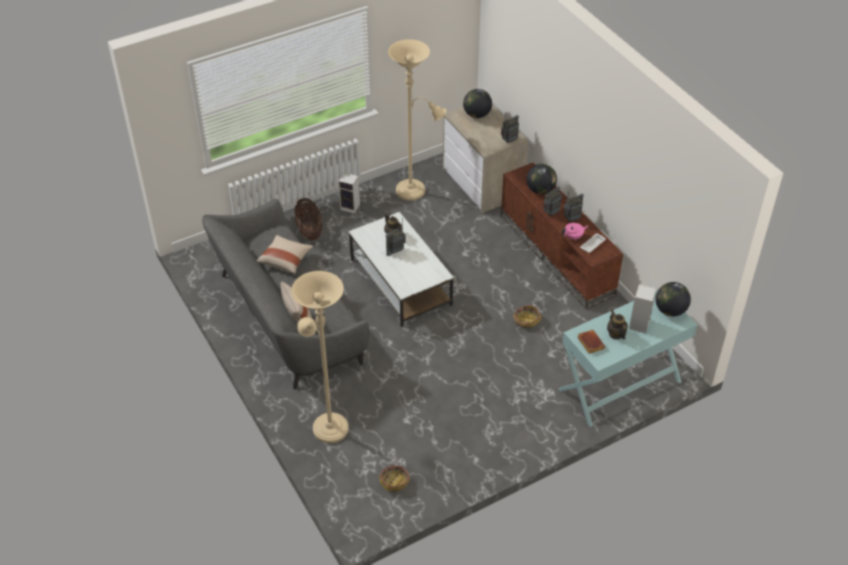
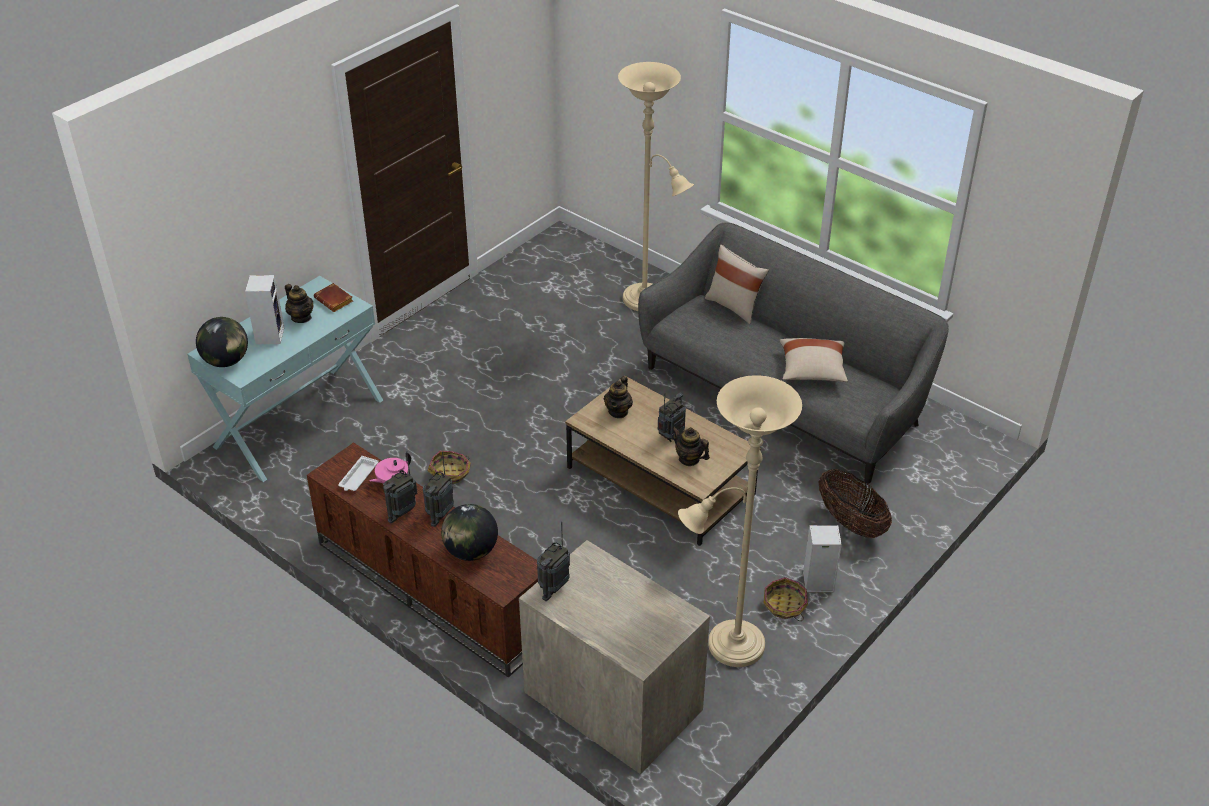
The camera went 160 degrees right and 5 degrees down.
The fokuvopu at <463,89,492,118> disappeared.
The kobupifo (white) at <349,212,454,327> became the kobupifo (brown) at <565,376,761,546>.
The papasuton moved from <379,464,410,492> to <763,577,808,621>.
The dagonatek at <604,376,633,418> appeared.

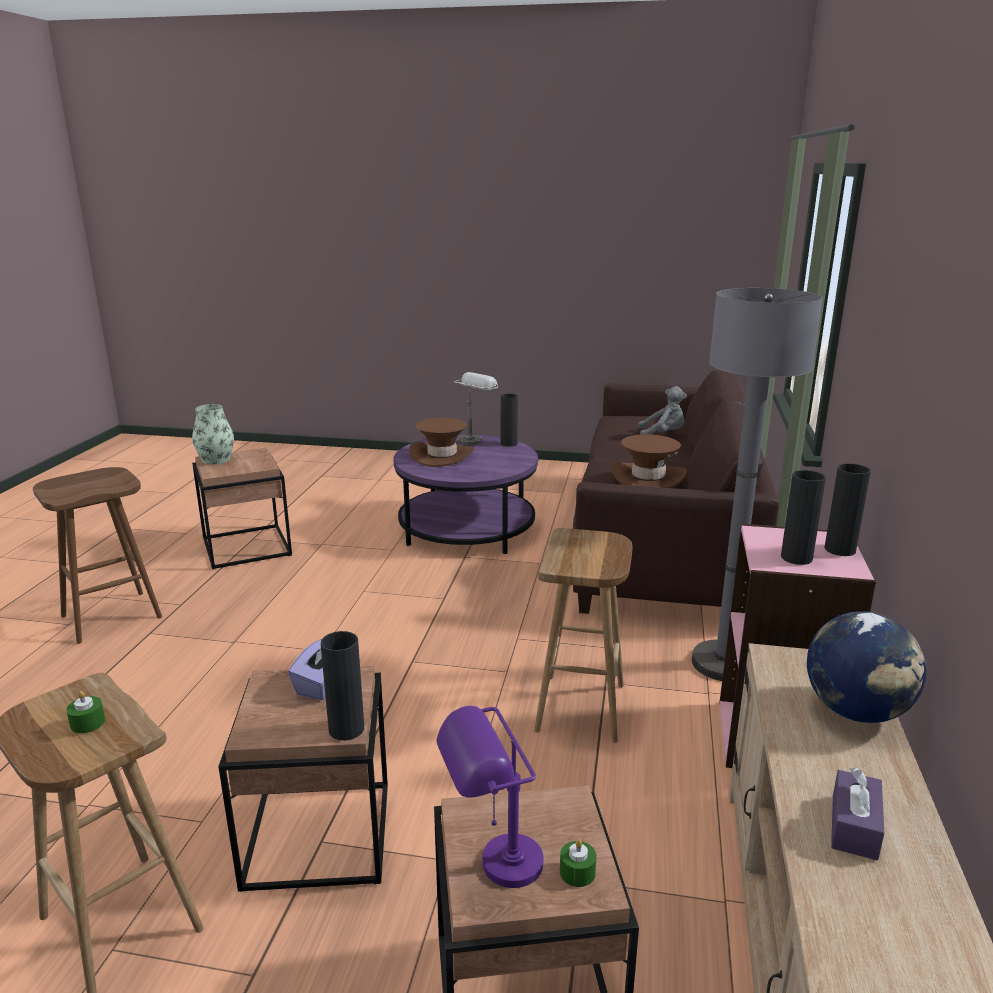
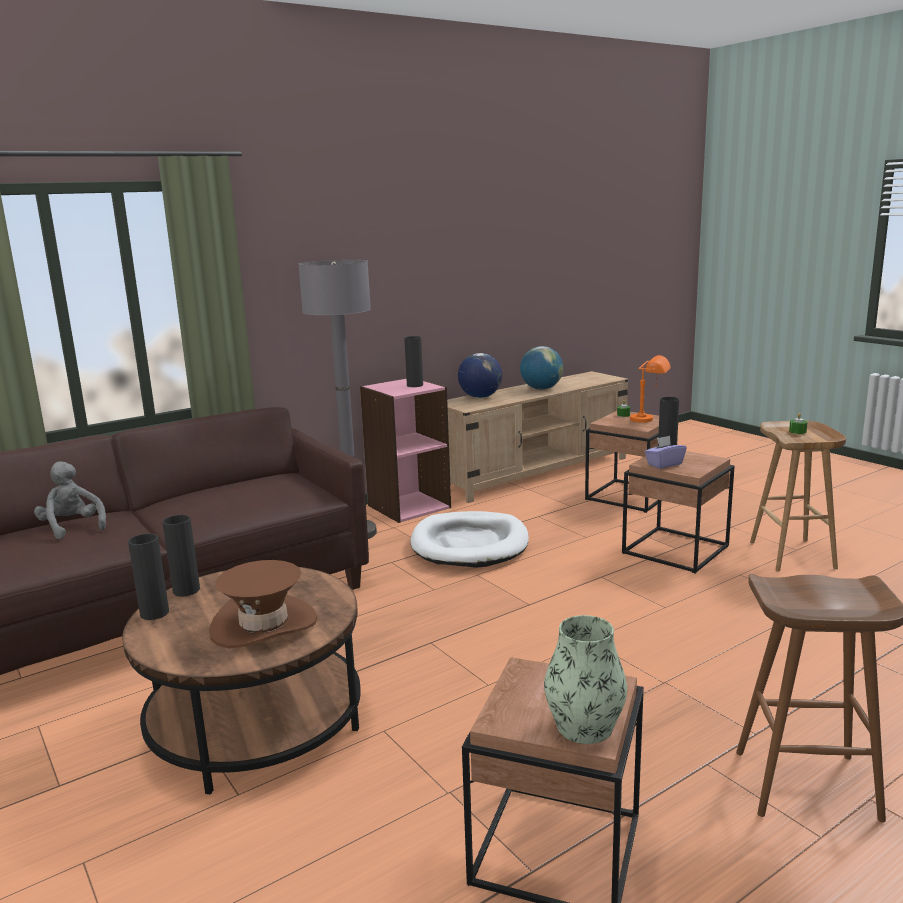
The camera went 135 degrees left and 5 degrees down.
The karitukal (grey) at <454,372,498,445> disappeared.
The kobupifo (purple) at <393,434,538,554> became the kobupifo (brown) at <122,567,361,794>.
The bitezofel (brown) at <611,434,687,488> disappeared.
The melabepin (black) moved from <824,463,871,556> to <162,515,200,596>.
The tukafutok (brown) at <534,528,632,743> was replaced by the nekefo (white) at <411,511,529,568>.
The karitukal (purple) at <436,706,543,888> became the karitukal (orange) at <630,355,671,423>.
The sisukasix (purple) at <831,768,884,860> was replaced by the fokuvopu at <520,346,563,390>.

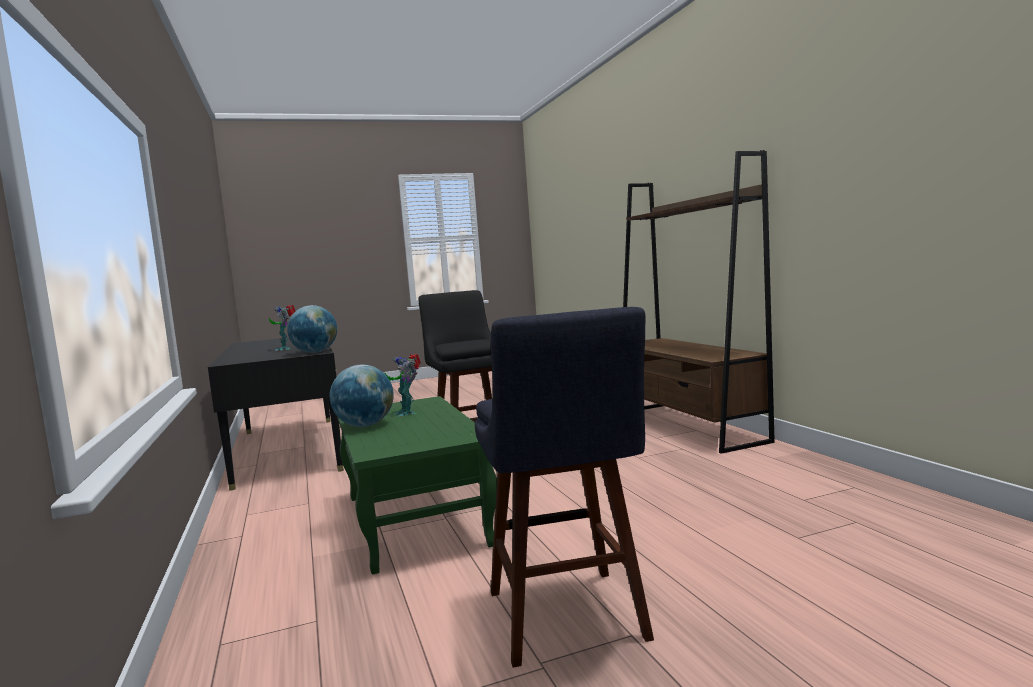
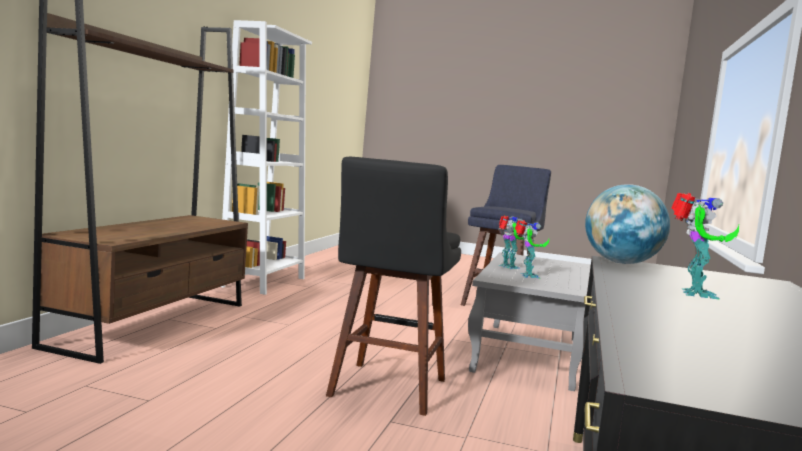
The camera went 145 degrees left and 0 degrees up.
The fokuvopu at <330,365,394,427> disappeared.
The kobupifo (green) at <337,396,497,574> became the kobupifo (grey) at <468,252,591,391>.
The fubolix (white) at <221,20,312,295> appeared.
The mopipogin at <498,215,524,269> appeared.

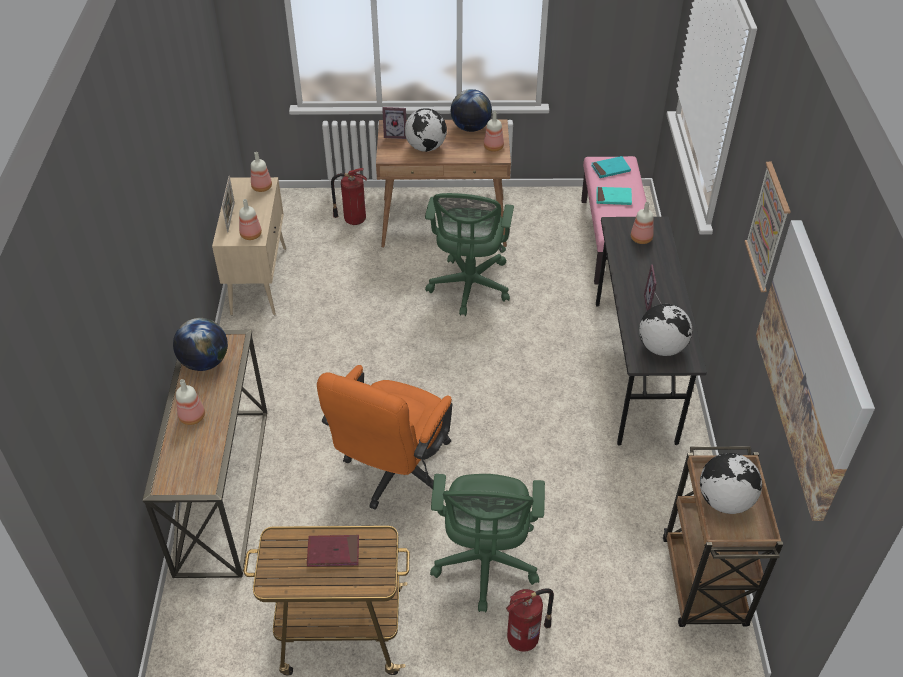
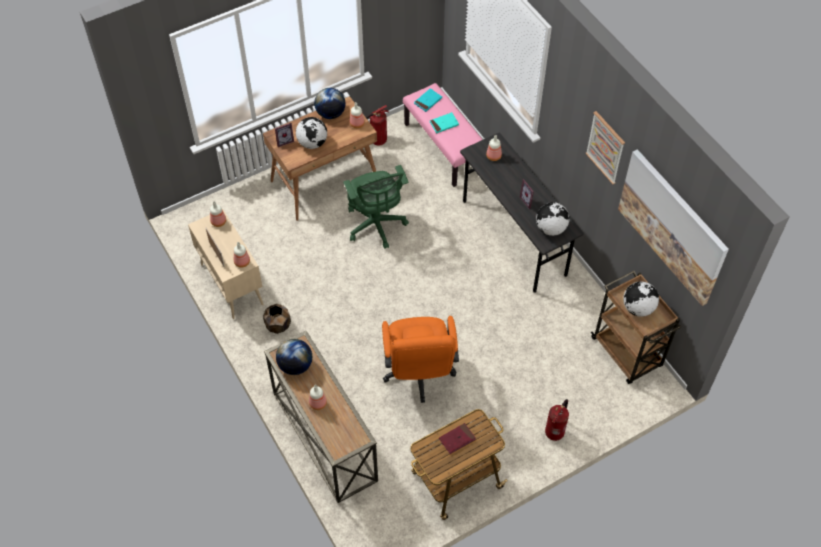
The camera went 30 degrees left and 10 degrees up.
The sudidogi moved from <331,168,367,225> to <366,105,389,146>.
The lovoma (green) at <430,474,545,612> disappeared.
The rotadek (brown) at <263,304,291,334> appeared.

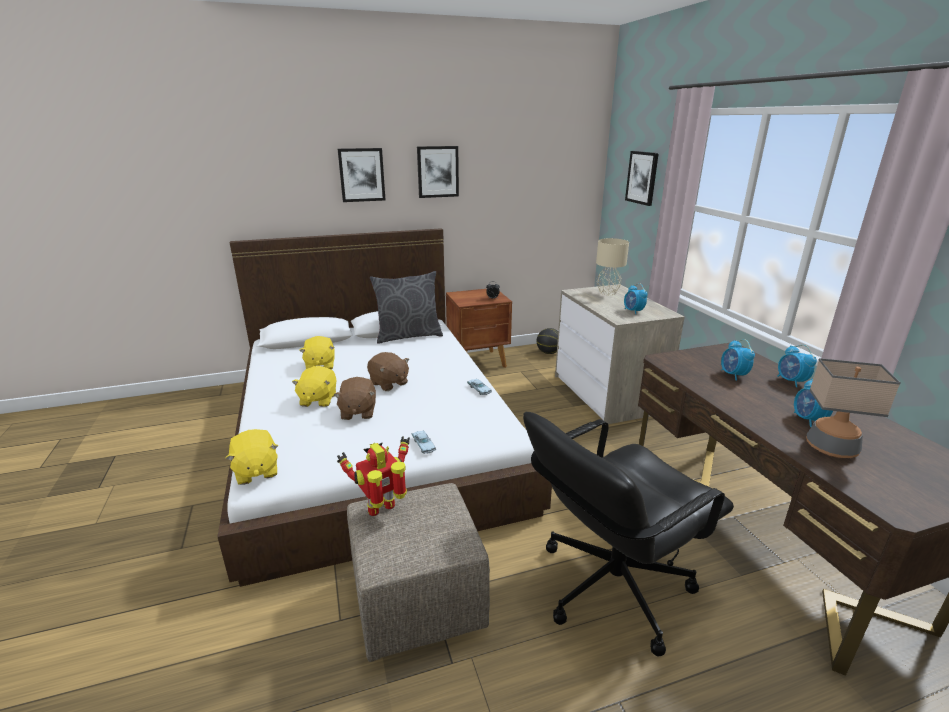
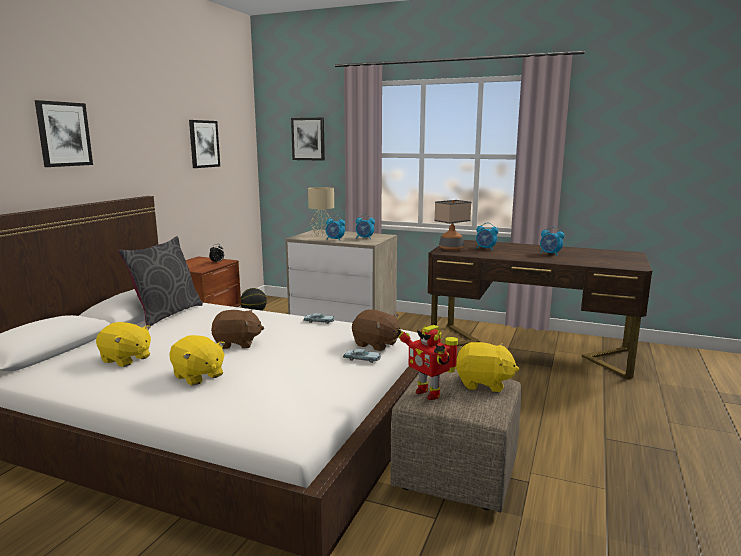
The camera went 50 degrees left and 10 degrees down.
The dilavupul moved from <417,146,459,198> to <189,120,220,168>.
The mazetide moved from <777,345,817,387> to <326,215,345,241>.
The karitukal moved from <806,358,901,458> to <434,200,471,251>.
The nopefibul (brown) moved from <334,377,376,420> to <352,309,400,351>.
The lovoma (black) at <523,412,734,656> disappeared.
The nopefibul (yellow) moved from <225,429,278,485> to <456,342,519,392>.
The mopipogin at <337,436,410,516> turned 45 degrees counterclockwise.

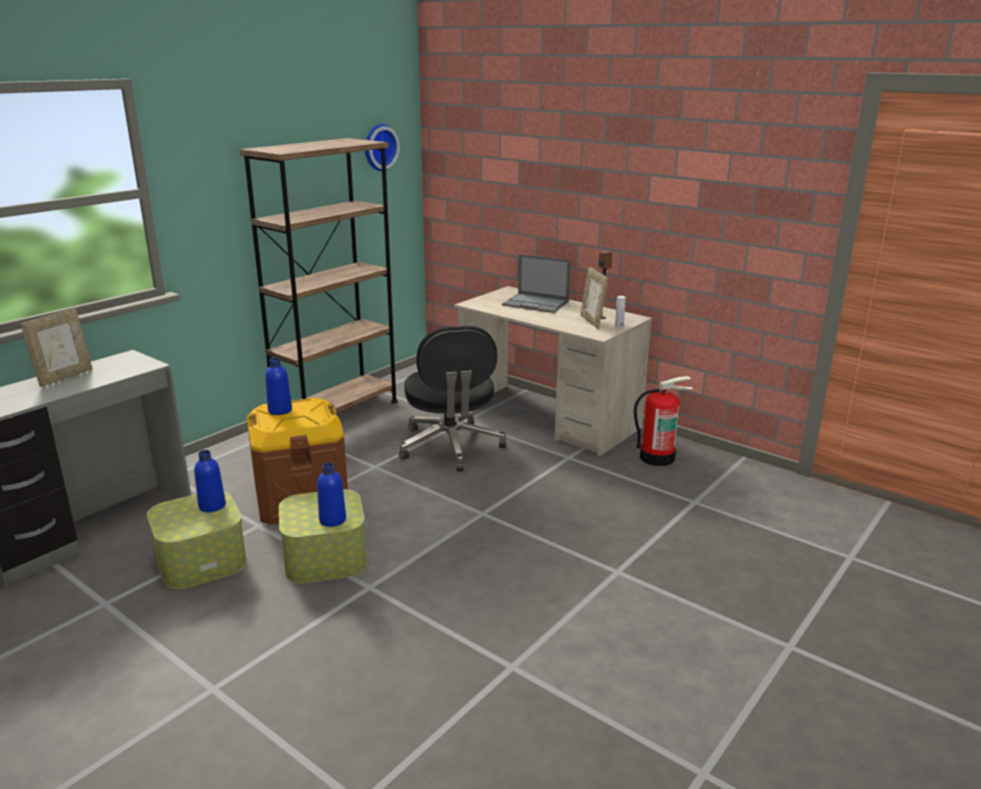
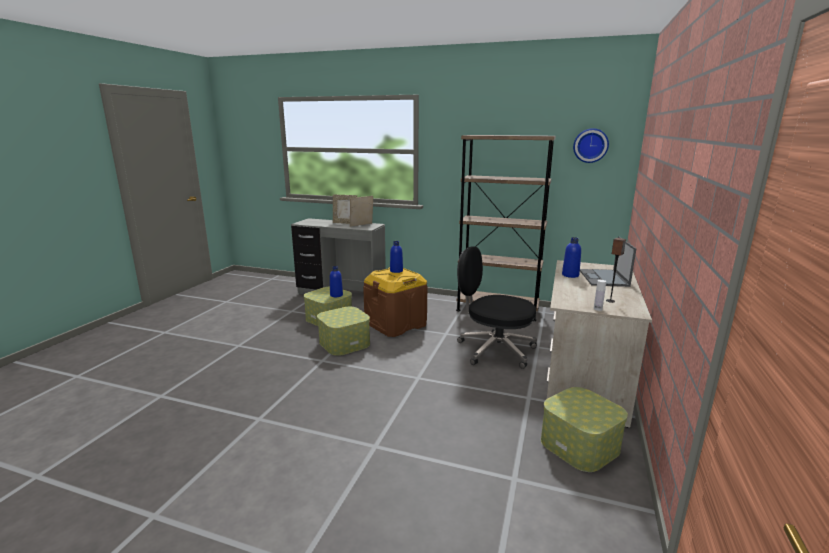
The camera went 70 degrees right and 5 degrees down.
The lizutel moved from <580,267,608,329> to <350,196,373,227>.
The lovoma (black) at <399,326,507,471> turned 60 degrees clockwise.
The sudidogi at <634,376,693,466> was replaced by the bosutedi at <541,387,628,472>.
The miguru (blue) moved from <317,463,346,527> to <562,237,581,278>.

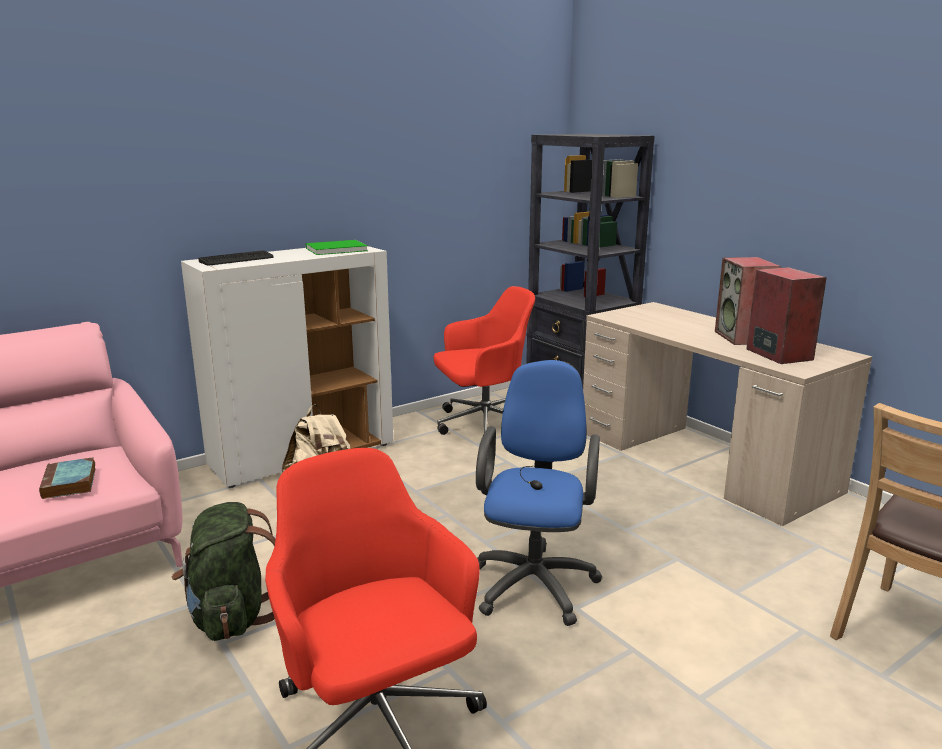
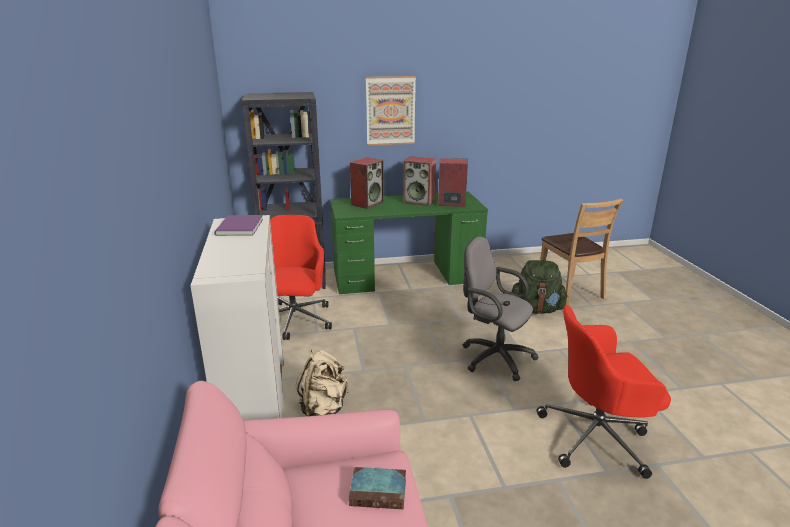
The camera went 65 degrees left and 5 degrees up.
The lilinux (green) at <306,240,368,255> became the lilinux (purple) at <214,215,263,236>.
The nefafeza at <198,250,274,265> disappeared.
The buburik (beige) at <583,302,872,526> became the buburik (green) at <330,192,488,294>.
The lovoma (blue) at <476,360,603,626> became the lovoma (grey) at <462,236,539,381>.
The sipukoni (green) moved from <172,502,276,641> to <511,260,569,314>.
The dilavupul at <366,76,416,146> appeared.
The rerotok at <350,157,384,209> appeared.

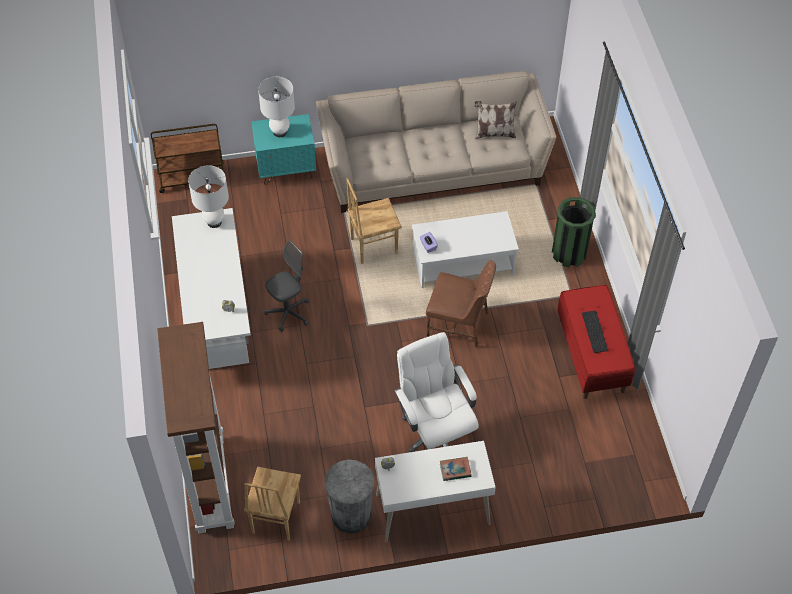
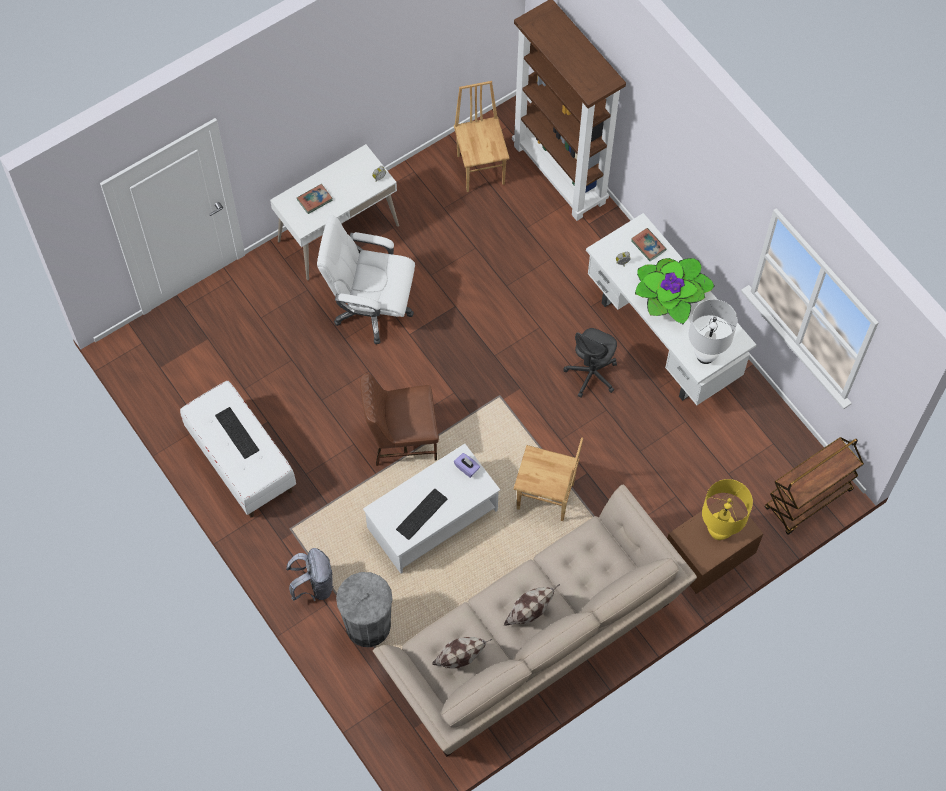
The camera went 155 degrees right and 10 degrees up.
The karitukal (white) at <258,77,295,137> became the karitukal (yellow) at <702,479,753,540>.
The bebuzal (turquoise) at <252,114,316,185> became the bebuzal (brown) at <667,493,763,594>.
The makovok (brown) at <347,178,402,264> turned 60 degrees clockwise.
The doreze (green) at <552,197,596,268> was replaced by the sipukoni (grey) at <286,548,334,602>.
The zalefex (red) at <557,285,635,399> became the zalefex (white) at <180,380,296,518>.
The lovoma (white) at <395,332,479,453> turned 150 degrees clockwise.
The doreze (grey) moved from <325,460,374,534> to <336,572,393,647>.
The lilinux at <631,228,666,261> appeared.
The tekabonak at <635,258,715,324> appeared.
The nefafeza at <396,488,447,540> appeared.
The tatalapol at <504,584,560,626> appeared.

